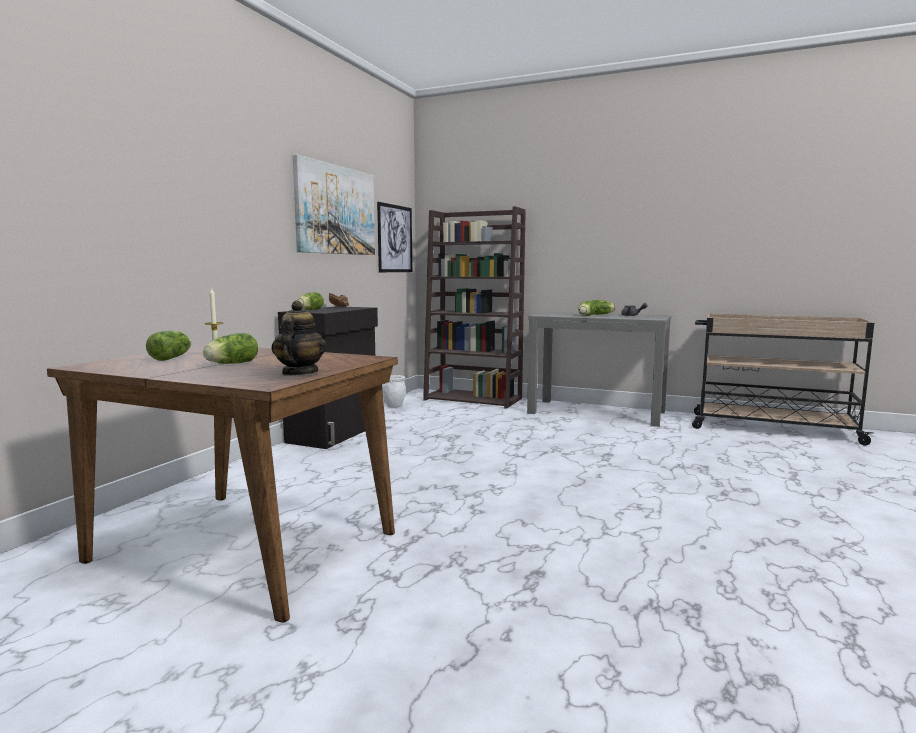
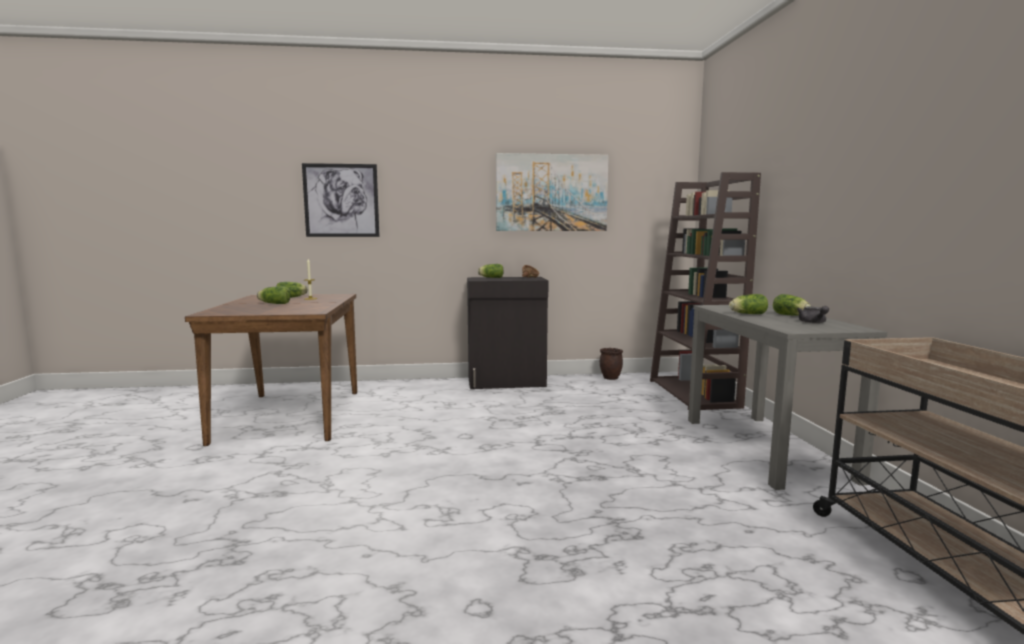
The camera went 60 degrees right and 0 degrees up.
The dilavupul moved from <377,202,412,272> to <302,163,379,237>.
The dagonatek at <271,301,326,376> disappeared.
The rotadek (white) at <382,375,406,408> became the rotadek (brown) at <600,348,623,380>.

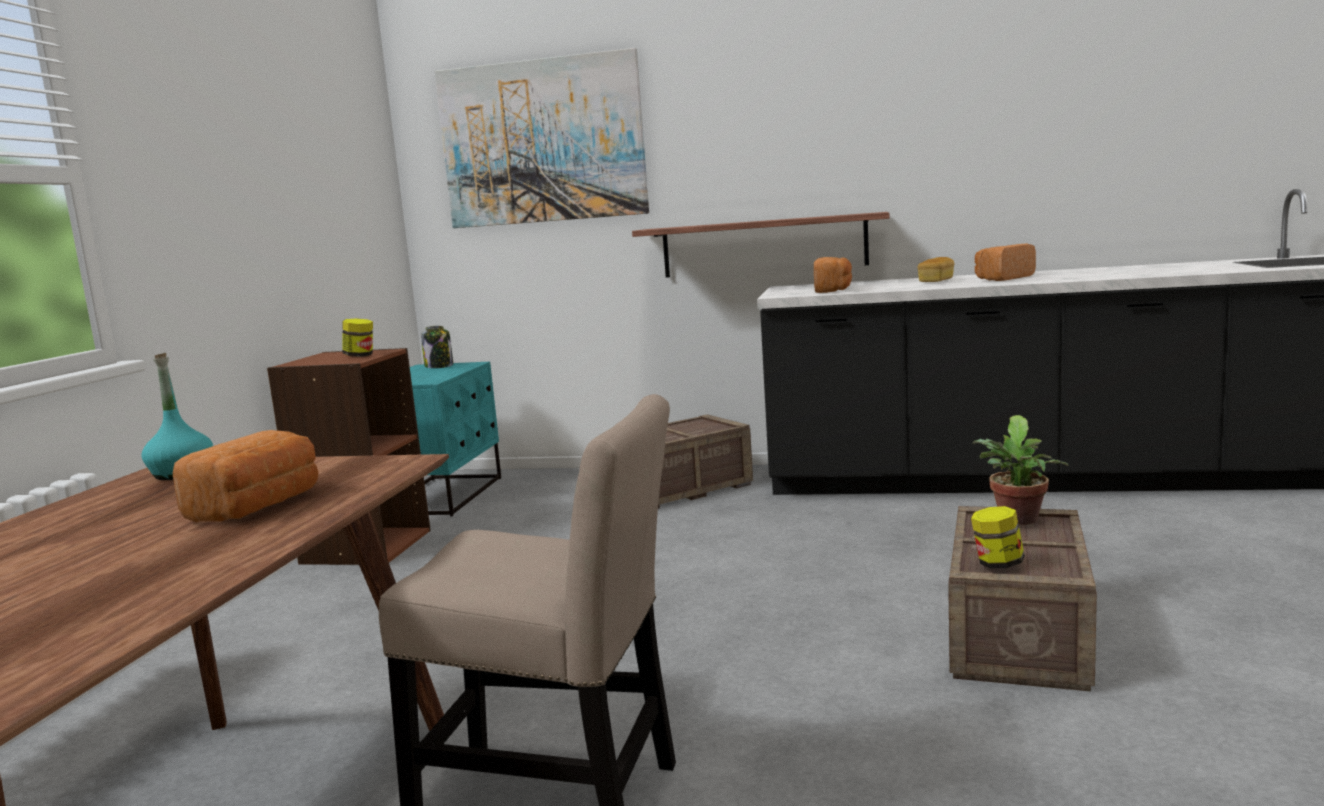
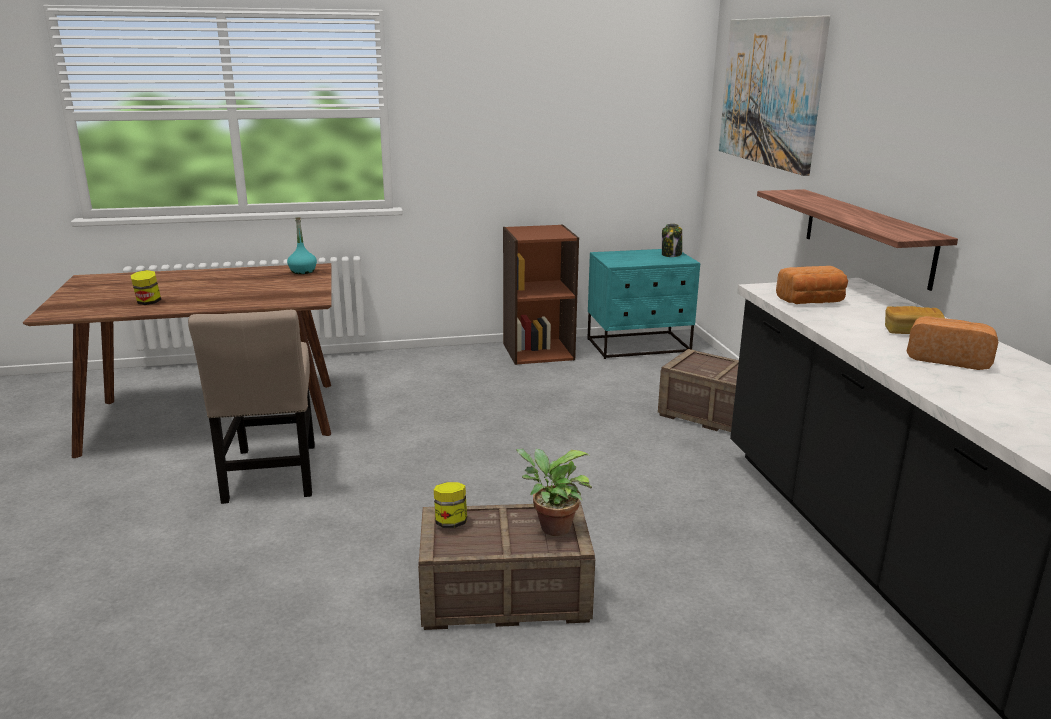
The camera went 65 degrees right and 10 degrees up.
The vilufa moved from <342,318,373,357> to <131,270,161,305>.
The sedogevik at <173,430,319,522> disappeared.

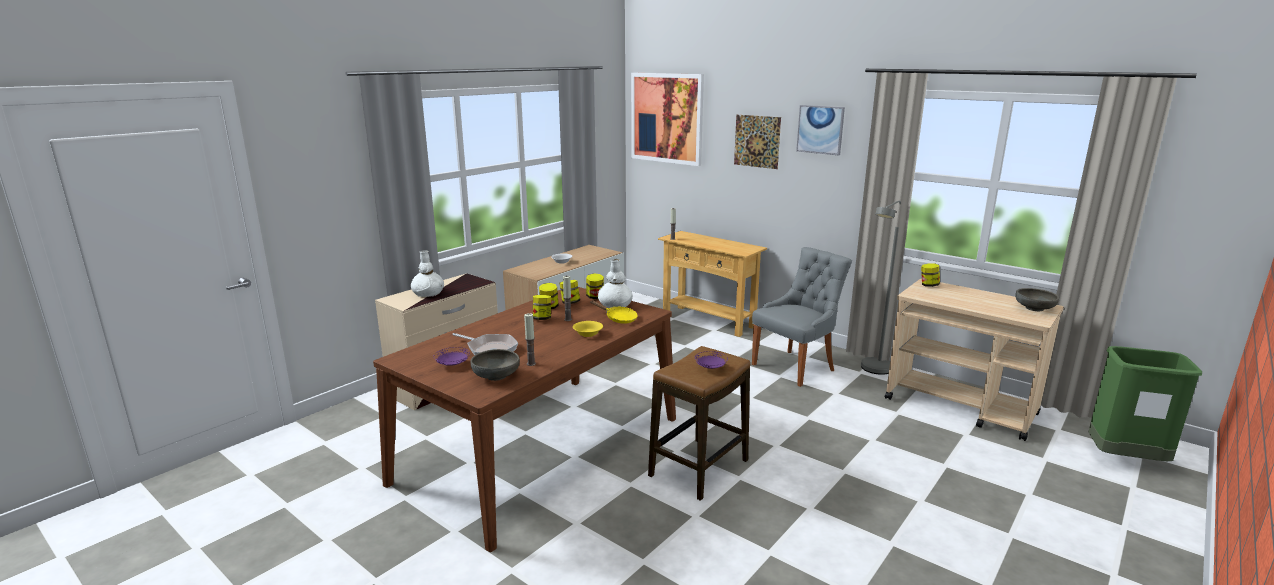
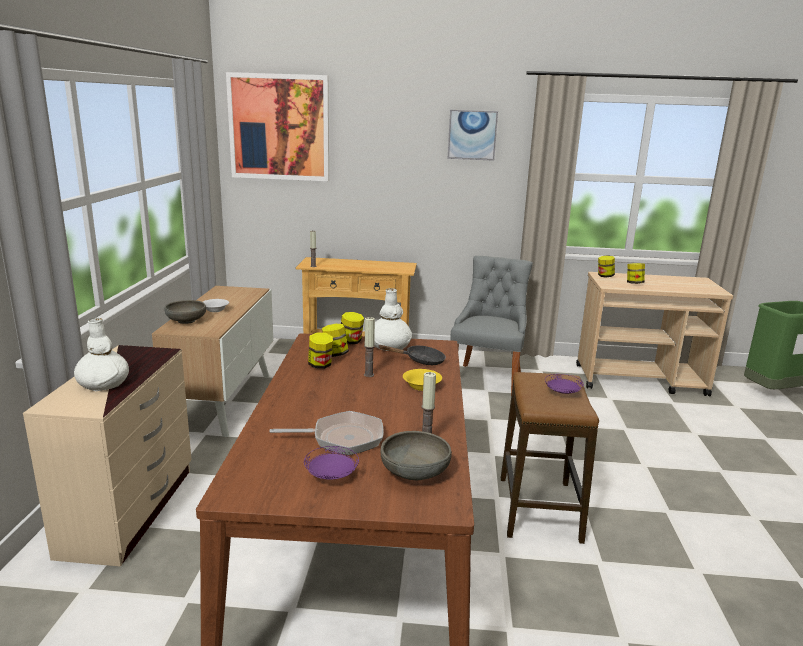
The camera went 35 degrees left and 0 degrees up.
The dilavupul at <734,115,781,169> disappeared.
The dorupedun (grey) at <861,201,901,375> disappeared.
The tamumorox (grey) moved from <1015,288,1059,311> to <164,300,206,324>.
The vilufa moved from <533,295,551,320> to <627,263,645,284>.
The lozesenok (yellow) at <590,300,638,324> became the lozesenok (black) at <378,345,446,365>.

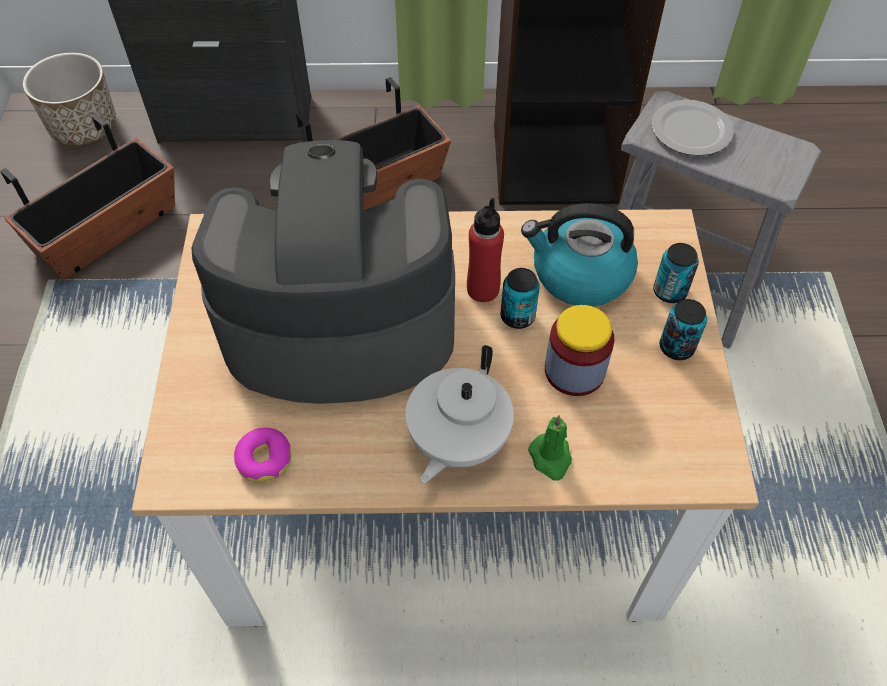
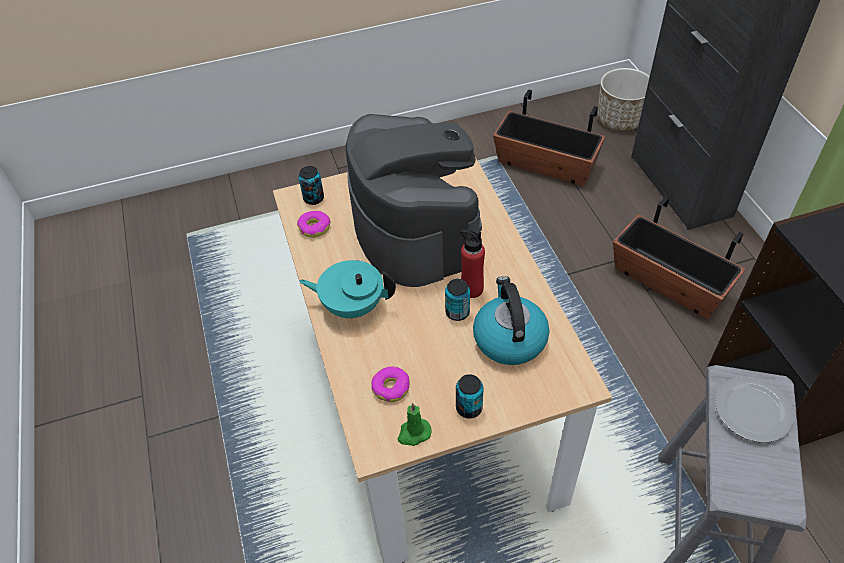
The camera went 75 degrees right and 5 degrees down.
The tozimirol moved from <653,243,699,303> to <298,166,324,205>.
The vilufa at <545,305,614,396> disappeared.
The dagonatek (white) at <406,345,514,484> became the dagonatek (turquoise) at <299,260,396,319>.
The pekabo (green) moved from <528,415,572,481> to <397,403,432,446>.
The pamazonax at <371,367,410,402> appeared.

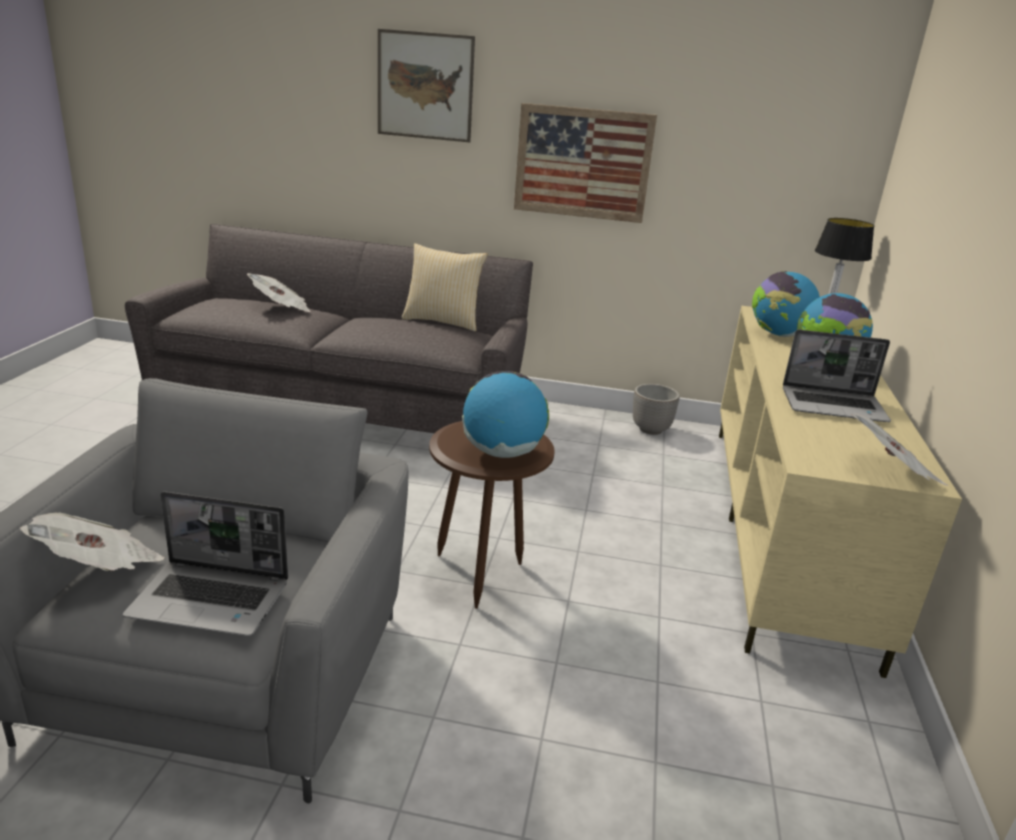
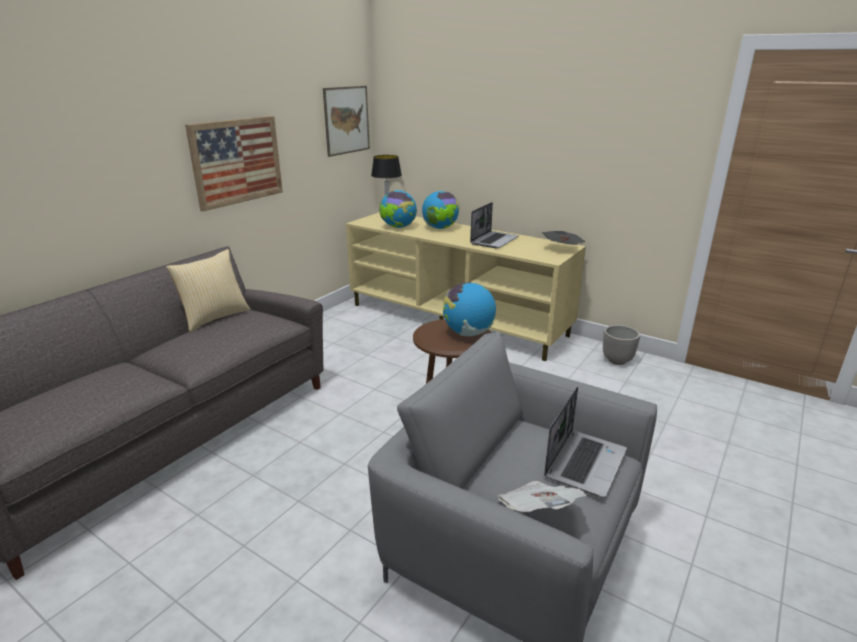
The camera went 65 degrees left and 0 degrees up.
The dilavupul moved from <378,29,475,142> to <323,86,370,157>.
The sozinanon at <247,273,310,312> disappeared.
The rotadek moved from <633,384,680,435> to <603,325,640,365>.

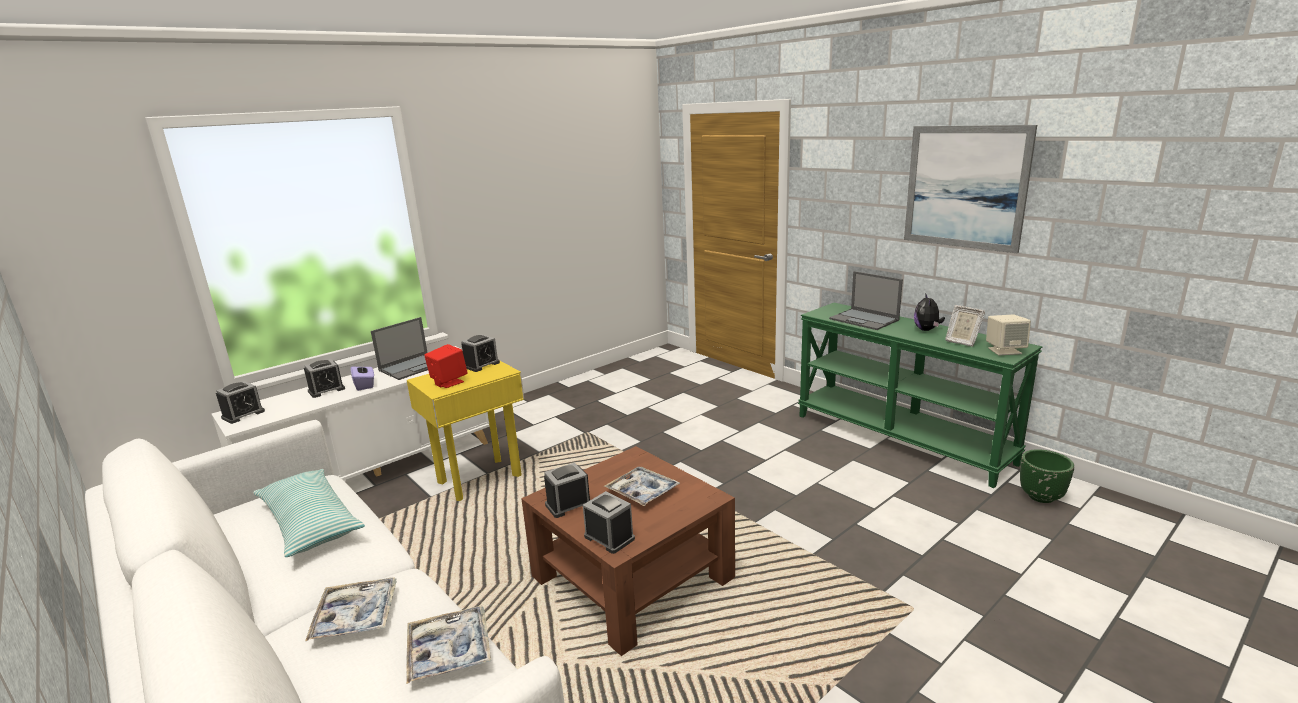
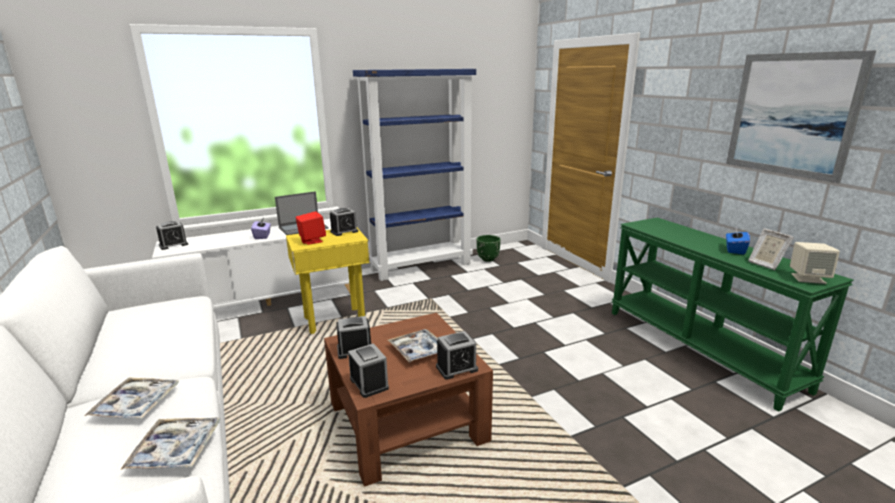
The camera went 15 degrees right and 0 degrees up.
The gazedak at <829,271,903,330> disappeared.
The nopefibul at <914,293,945,331> was replaced by the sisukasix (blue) at <726,227,750,255>.
The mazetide moved from <304,359,345,398> to <436,331,478,380>.
The rotadek (green) moved from <1020,449,1074,503> to <476,235,501,262>.
The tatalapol at <253,469,365,557> disappeared.
The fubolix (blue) at <353,69,476,281> appeared.

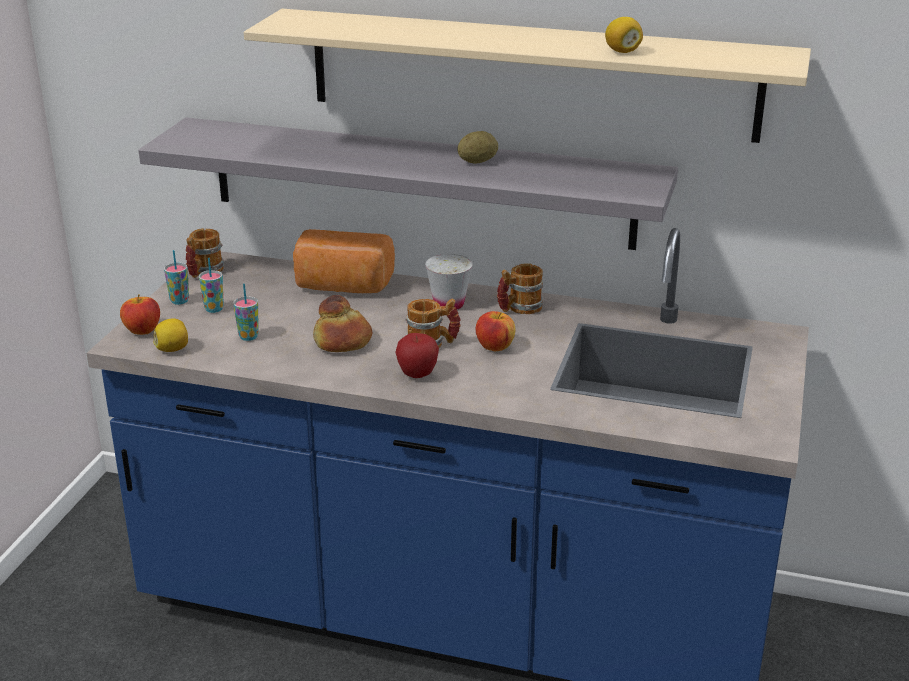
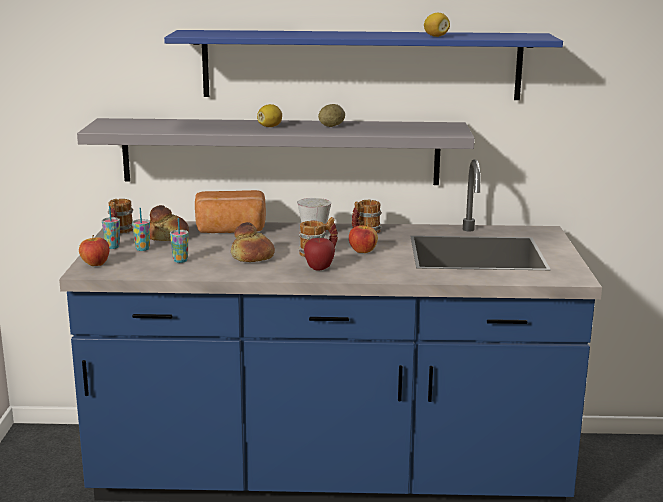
The camera went 15 degrees left and 10 degrees down.
The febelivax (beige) at <244,9,811,143> became the febelivax (blue) at <164,30,563,100>.
The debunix moved from <154,318,188,352> to <257,104,282,127>.
The sedogevik at <149,205,189,241> appeared.

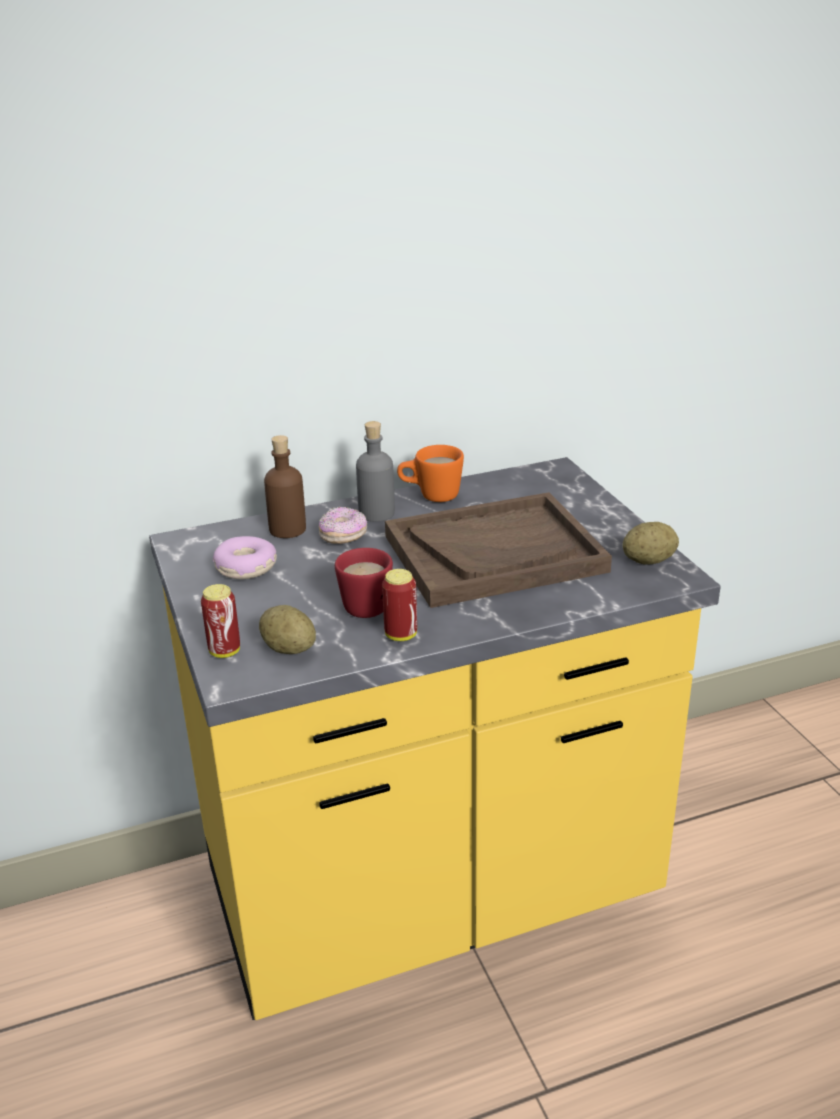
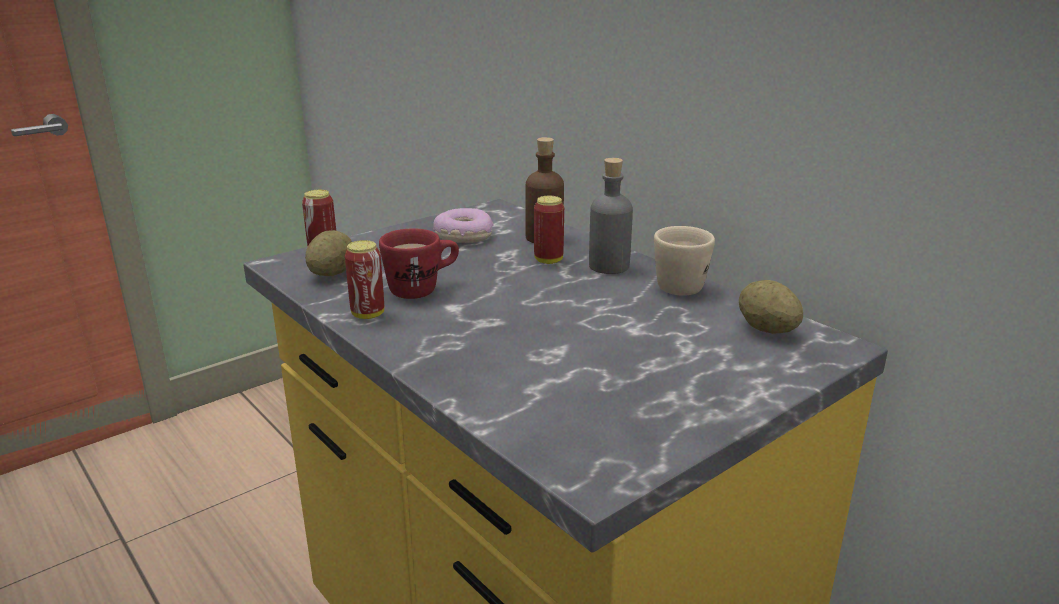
The camera went 70 degrees right and 5 degrees down.
The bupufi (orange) at <397,445,464,502> became the bupufi (beige) at <654,226,715,296>.
The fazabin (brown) at <385,492,612,608> disappeared.
The pamazonax at <319,507,367,544> was replaced by the tozimirol at <534,196,564,264>.
The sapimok moved from <623,522,679,565> to <739,280,803,334>.

